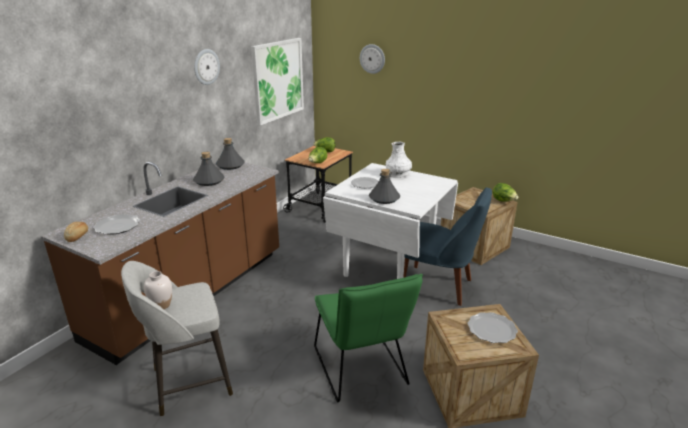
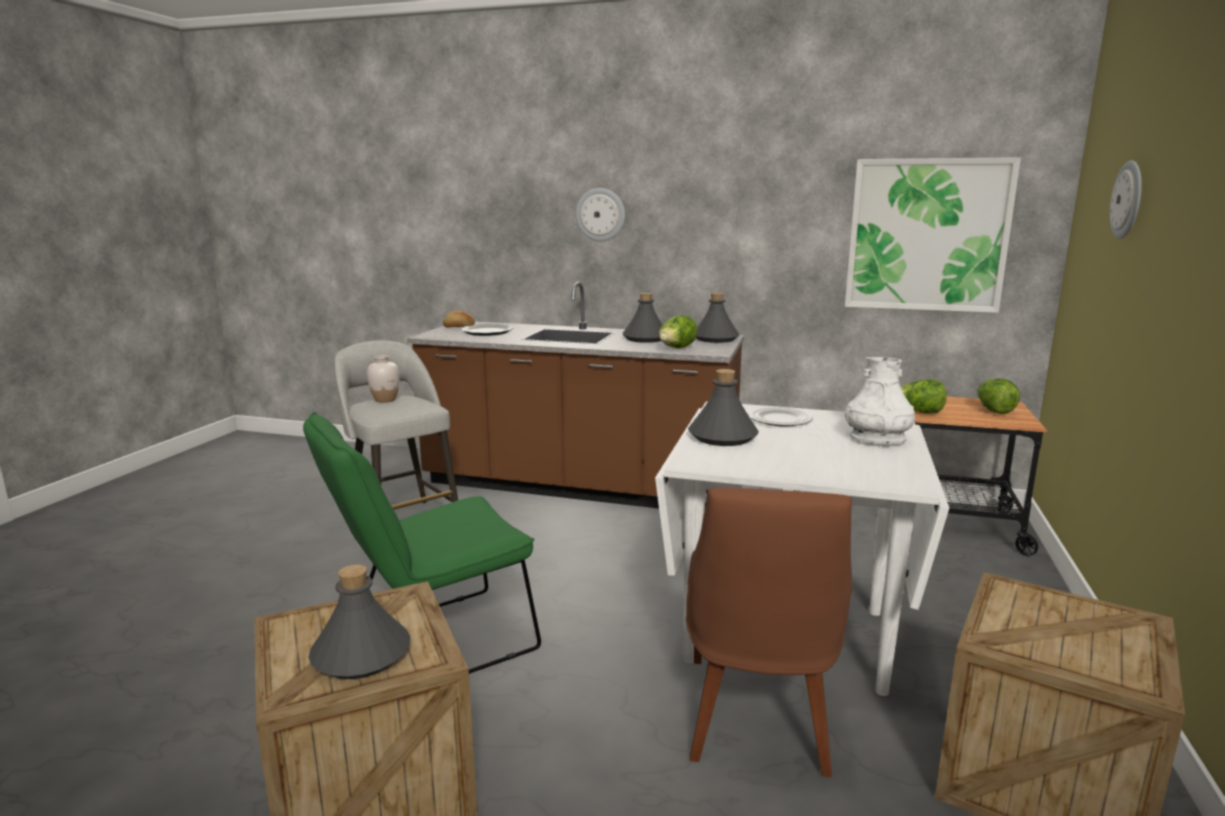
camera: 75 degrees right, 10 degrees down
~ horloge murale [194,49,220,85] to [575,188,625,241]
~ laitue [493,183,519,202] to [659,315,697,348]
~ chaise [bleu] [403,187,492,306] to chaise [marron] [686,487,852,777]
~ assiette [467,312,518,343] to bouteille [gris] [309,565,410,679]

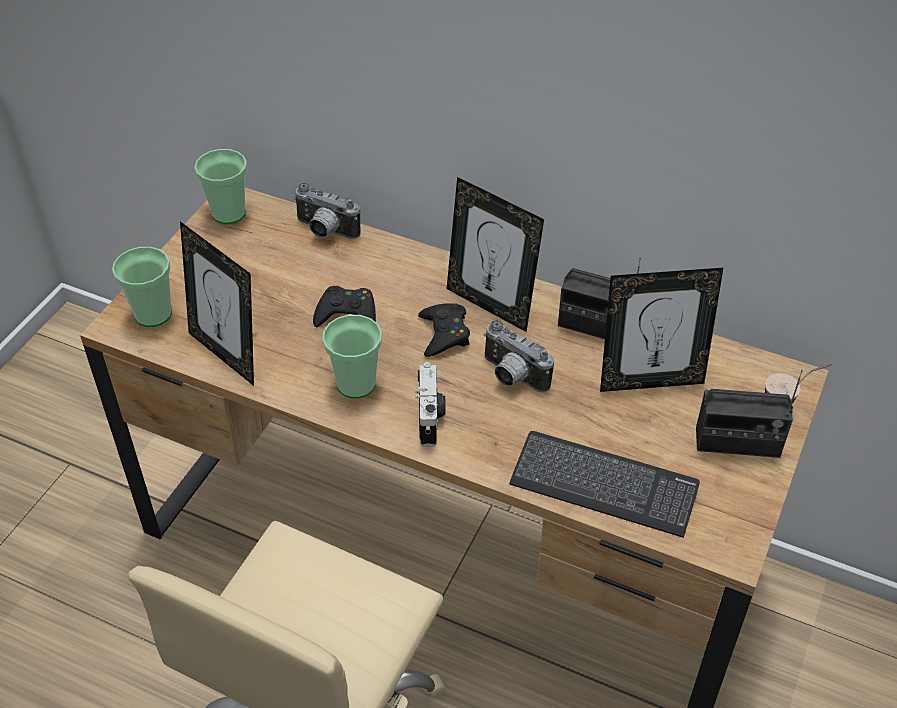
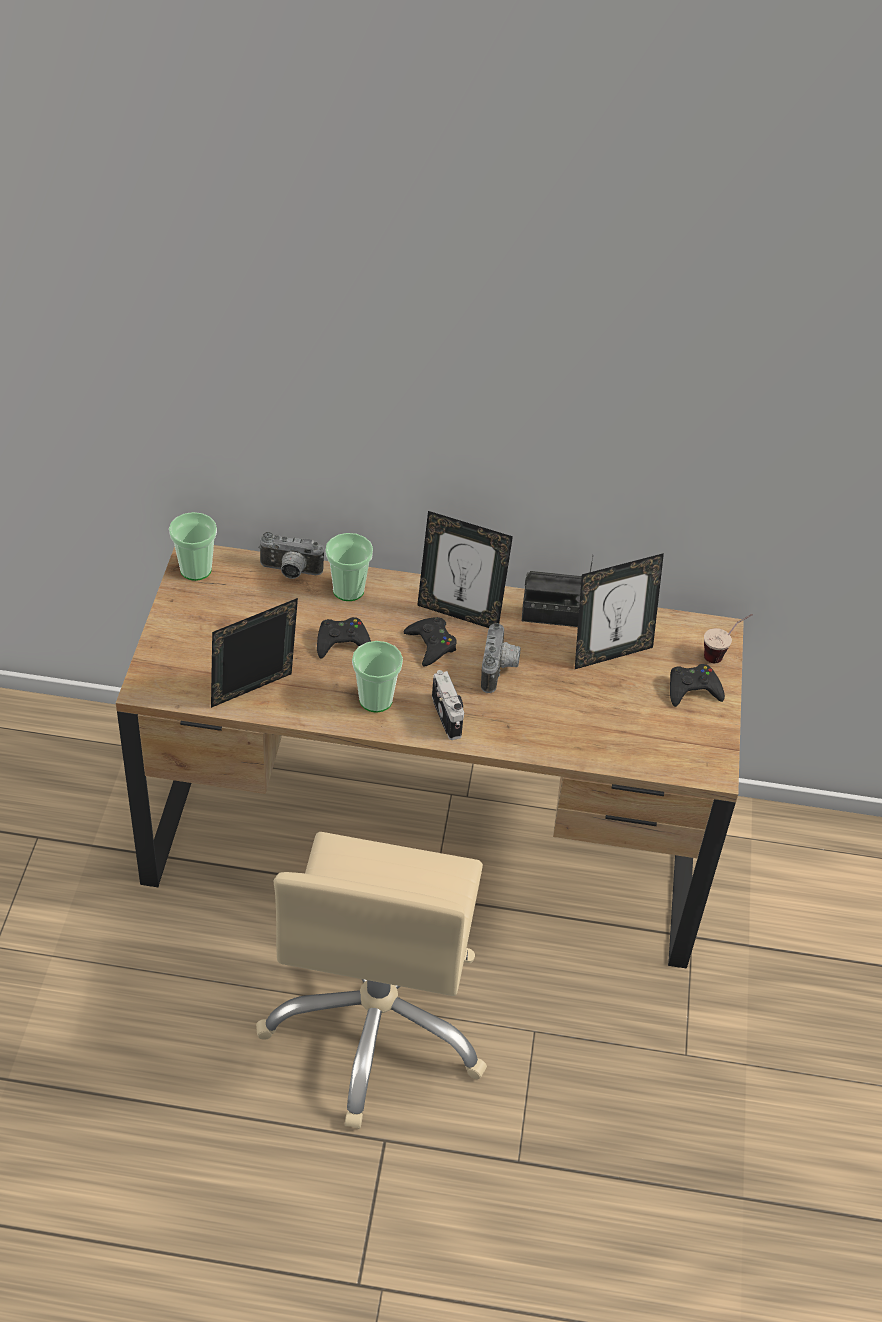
camera: 20 degrees left, 0 degrees up
~ cadre photo [180,221,254,386] = [211,598,298,708] 120 degrees clockwise
~ tasse [112,247,172,327] to [325,533,373,601]
~ appareil photo [483,320,554,393] = [481,623,521,693] 105 degrees counterclockwise
~ radio [696,370,803,458] to manette [noir] [670,664,725,707]
- clavier [509,431,700,538]

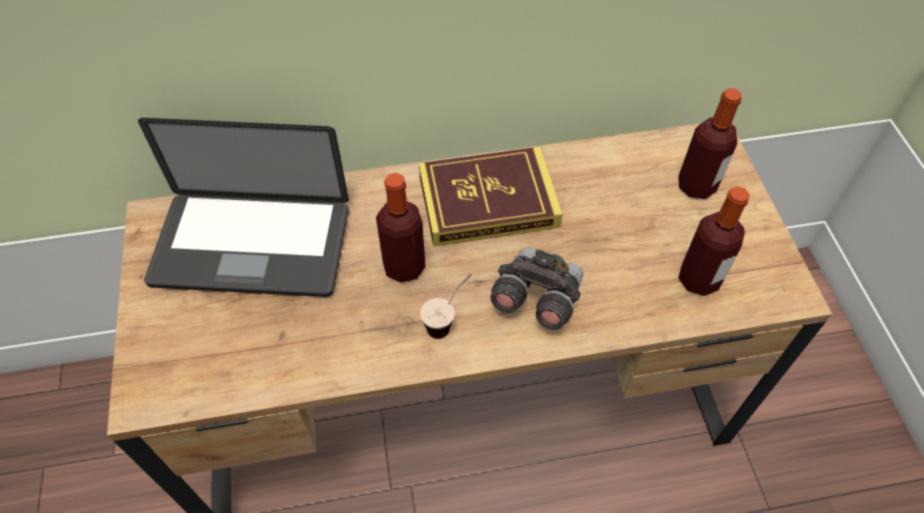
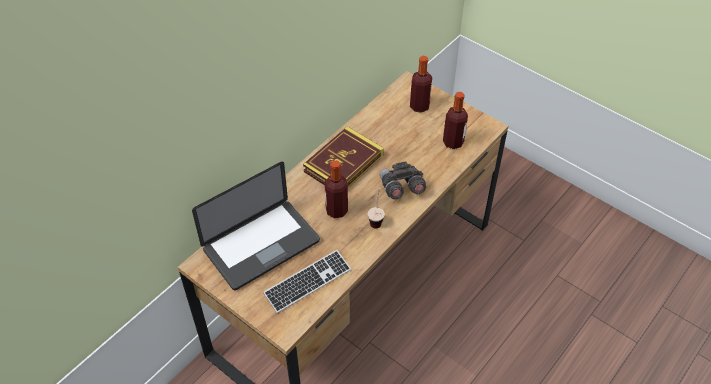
camera: 40 degrees left, 5 degrees down
+ clavier [263,250,351,313]

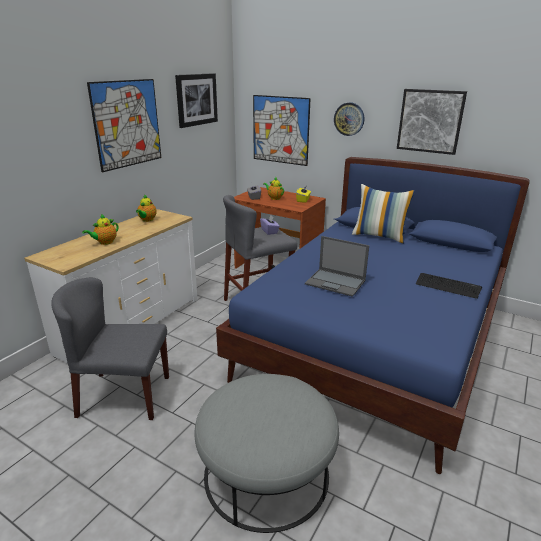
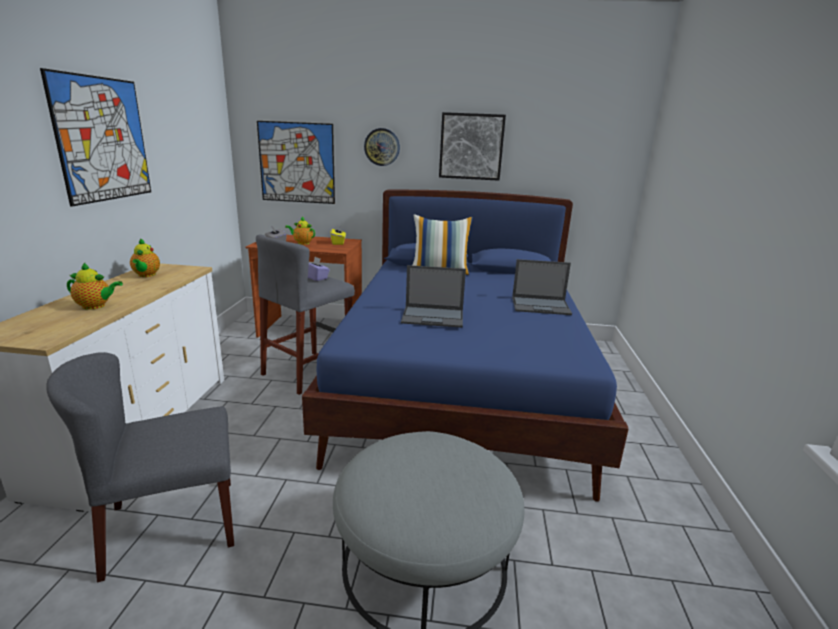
camera: 25 degrees left, 5 degrees down
- tableau [175,73,218,128]
~ théière [82,214,118,245] = [67,263,123,310] 105 degrees counterclockwise
~ clavier [416,273,482,299] to ordinateur portable [512,259,572,315]

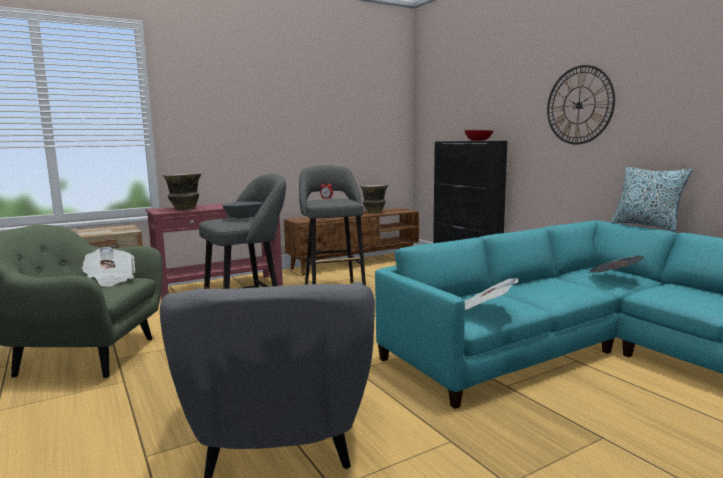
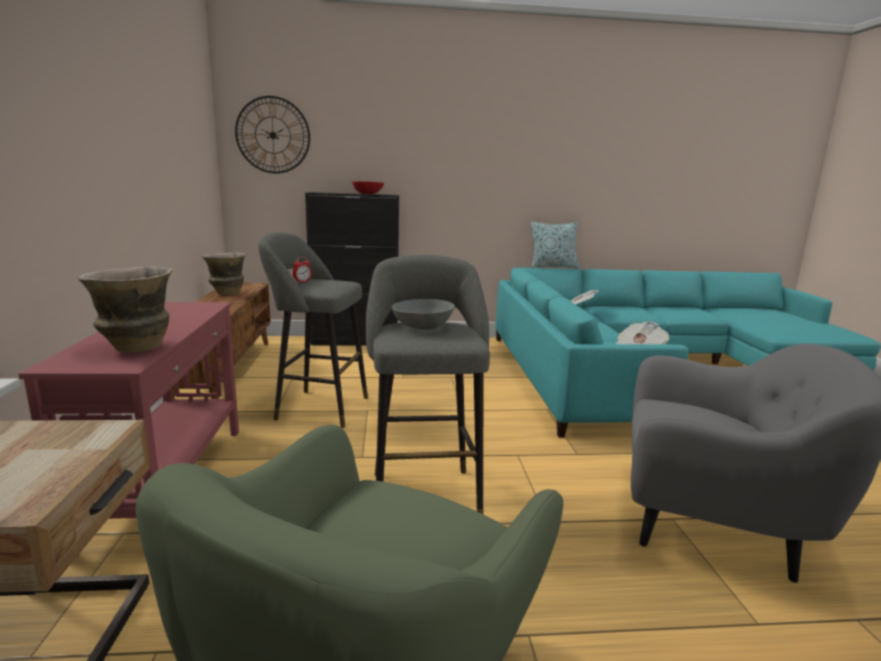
camera: 65 degrees left, 5 degrees up
~ horloge murale [547,65,615,145] to [235,96,310,173]
- journal [81,247,135,287]

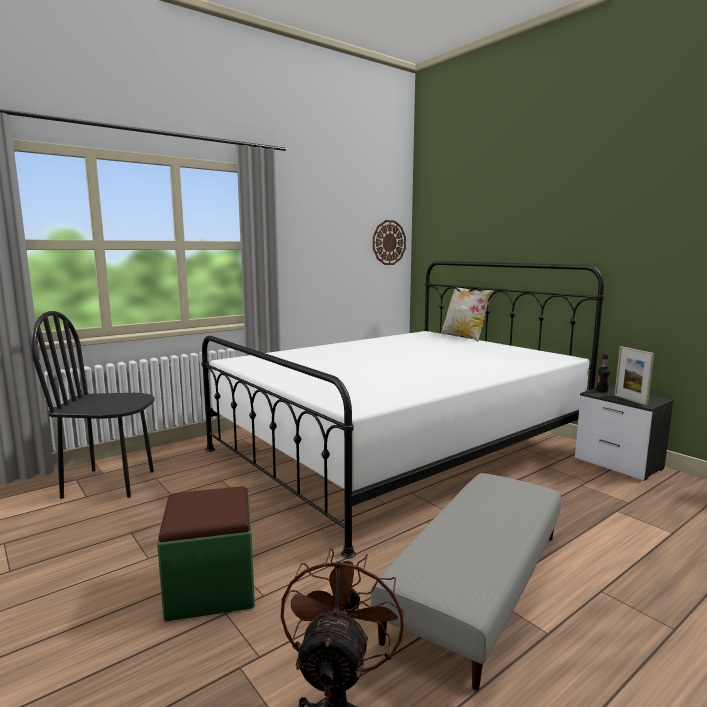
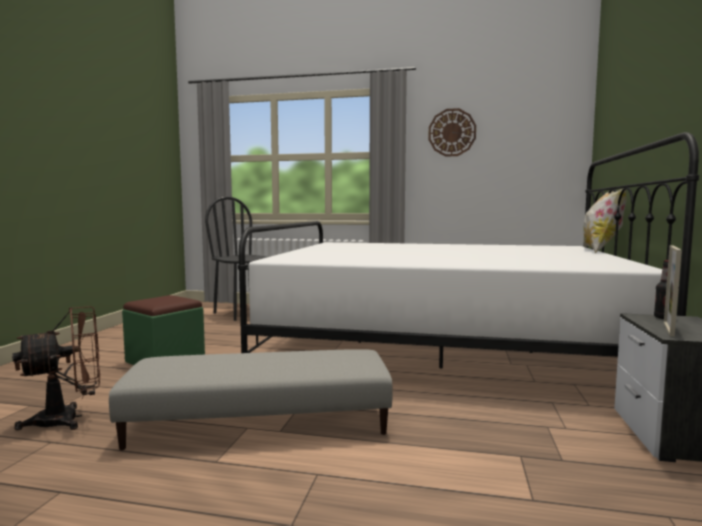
camera: 50 degrees right, 5 degrees down
~ horloge murale [373,220,406,265] to [428,108,476,157]

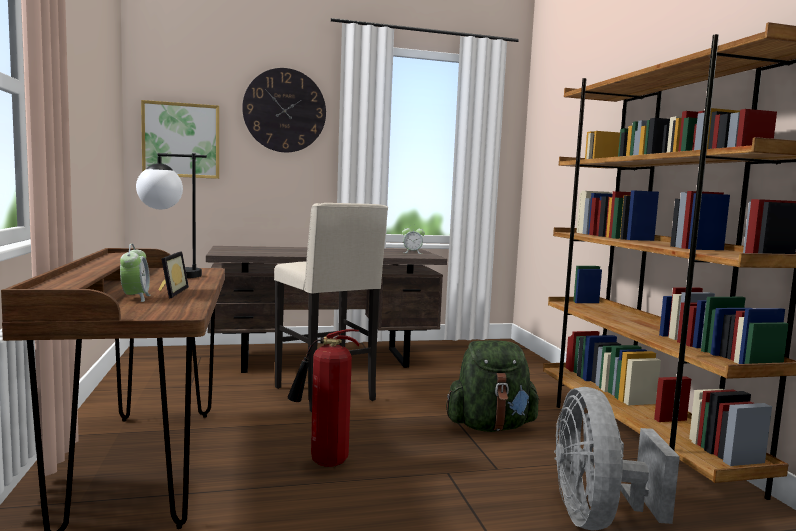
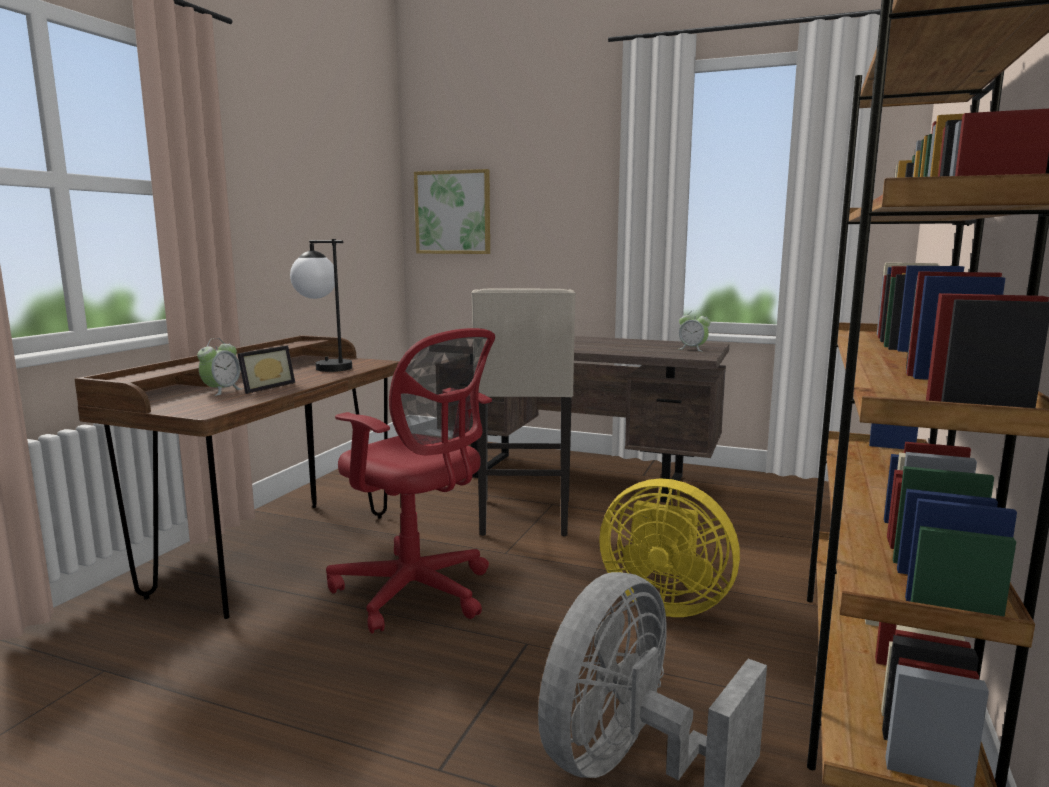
camera: 35 degrees right, 5 degrees up
- horloge murale [242,68,326,152]
~ extincteur [288,329,360,467] to chaise de bureau [rouge] [326,328,495,634]
~ sac à dos [vert] [446,340,540,432] to ventilateur [jaune] [599,478,740,617]

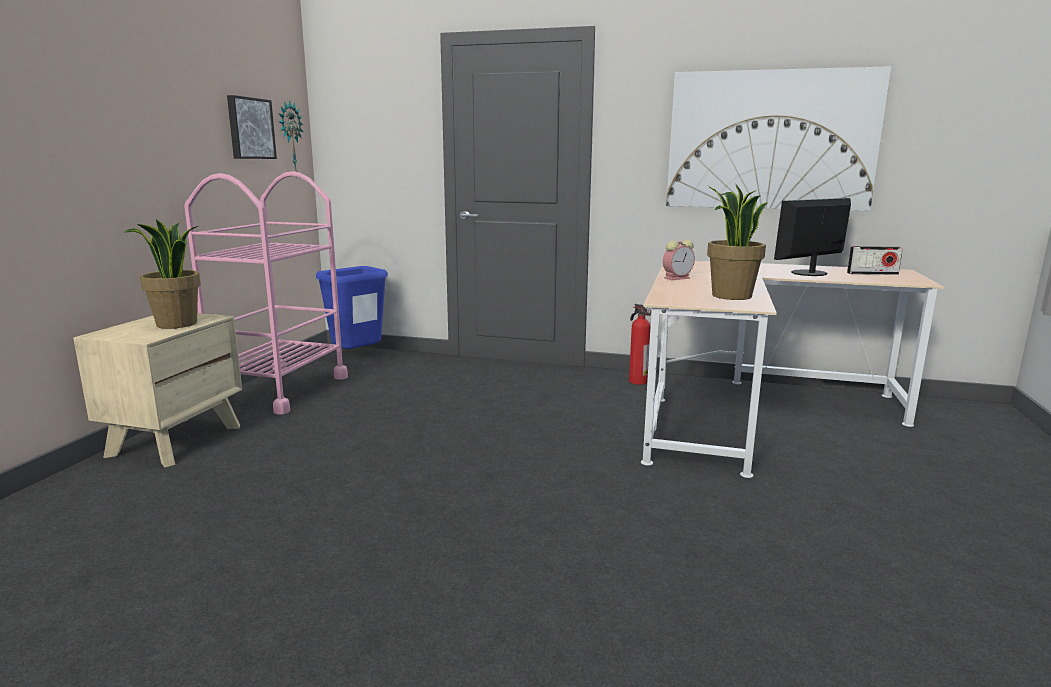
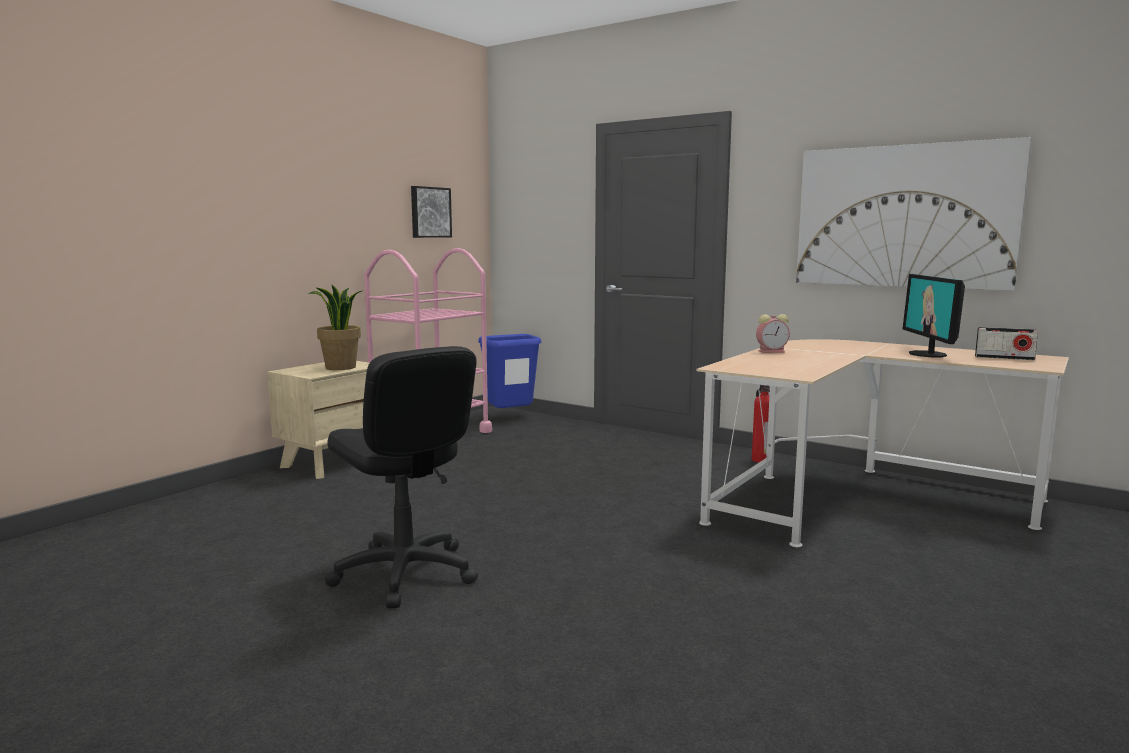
camera: 20 degrees right, 5 degrees down
- horloge murale [279,100,303,172]
- plante en pot [707,184,768,300]
~ écran d'ordinateur [774,198,851,276] = [903,274,965,357] 75 degrees counterclockwise
+ chaise de bureau [noir] [325,346,478,608]

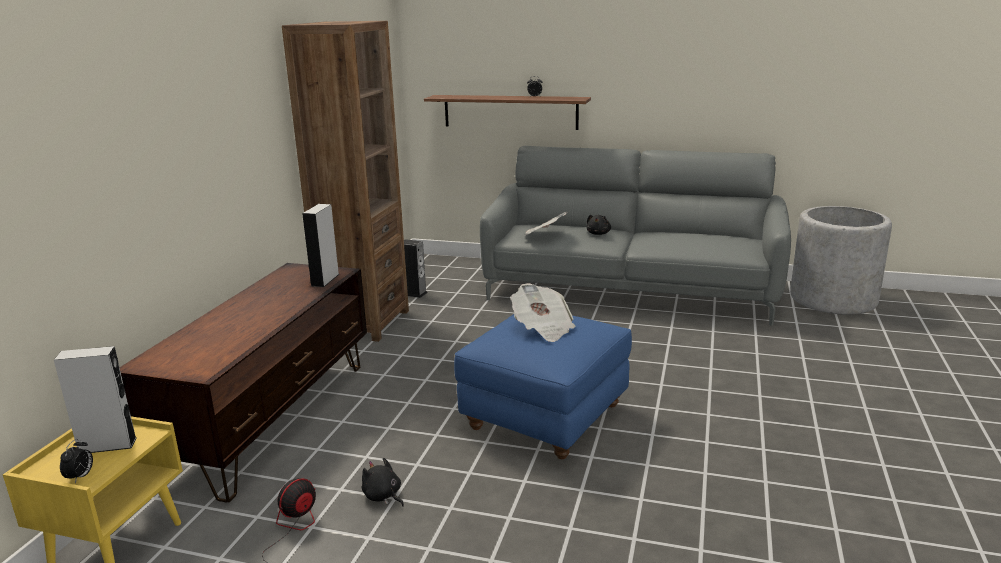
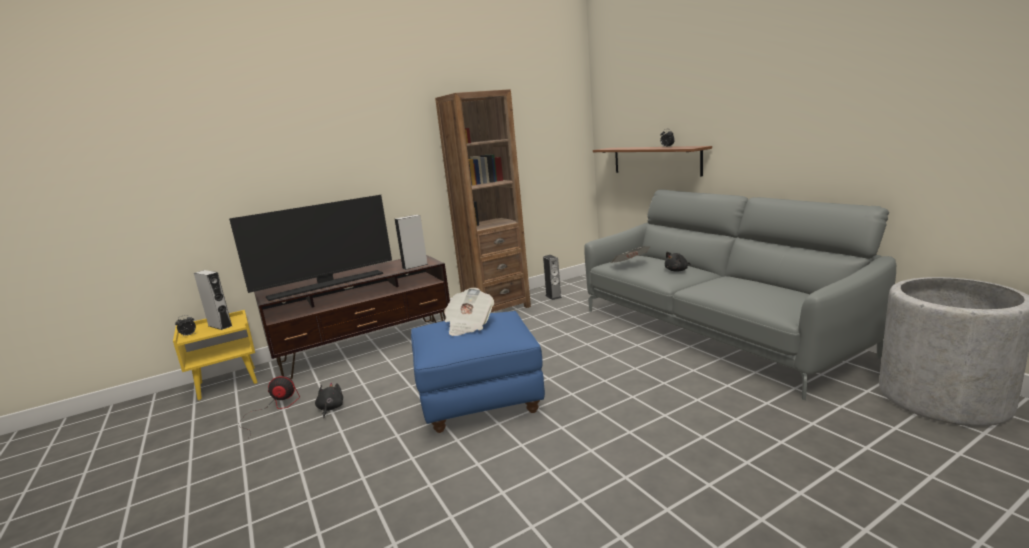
camera: 45 degrees right, 5 degrees down
+ téléviseur [229,195,392,301]

